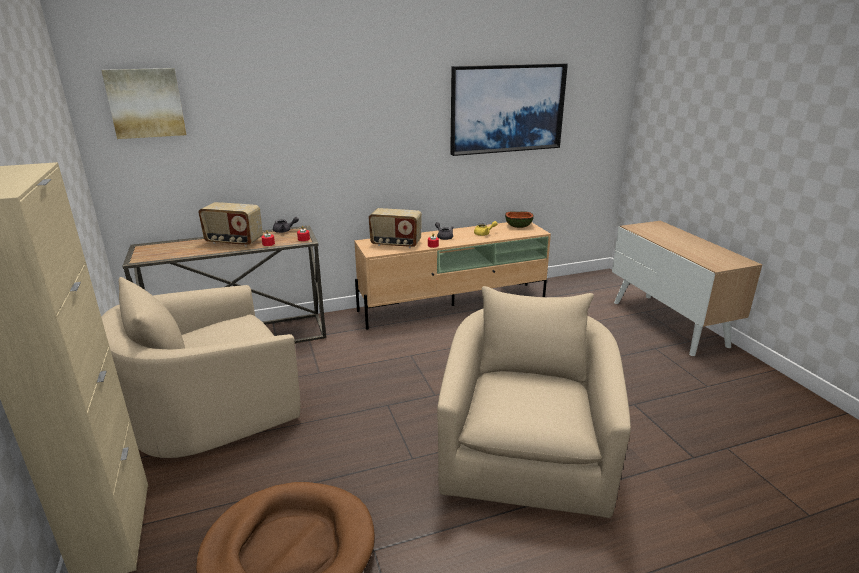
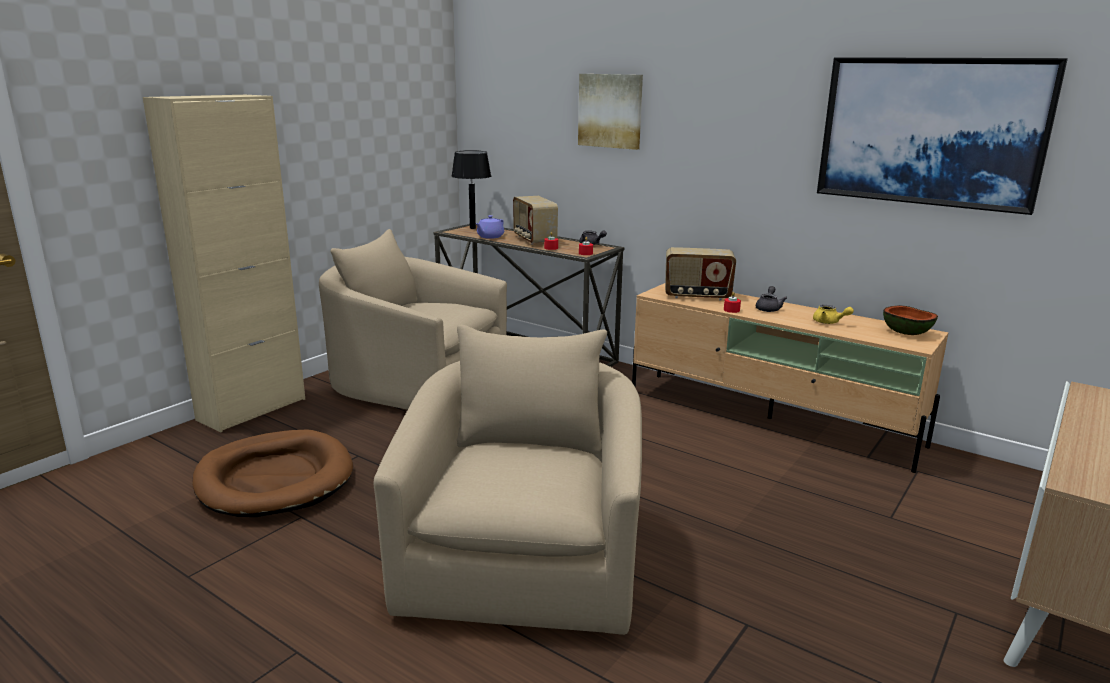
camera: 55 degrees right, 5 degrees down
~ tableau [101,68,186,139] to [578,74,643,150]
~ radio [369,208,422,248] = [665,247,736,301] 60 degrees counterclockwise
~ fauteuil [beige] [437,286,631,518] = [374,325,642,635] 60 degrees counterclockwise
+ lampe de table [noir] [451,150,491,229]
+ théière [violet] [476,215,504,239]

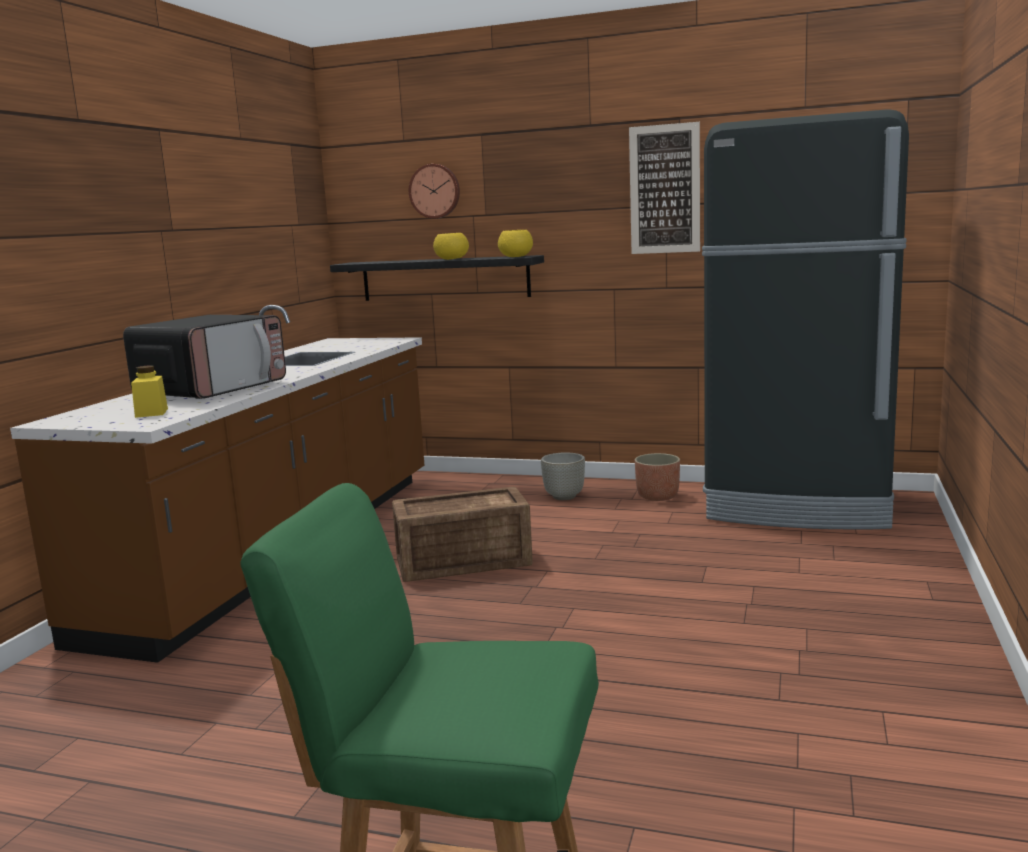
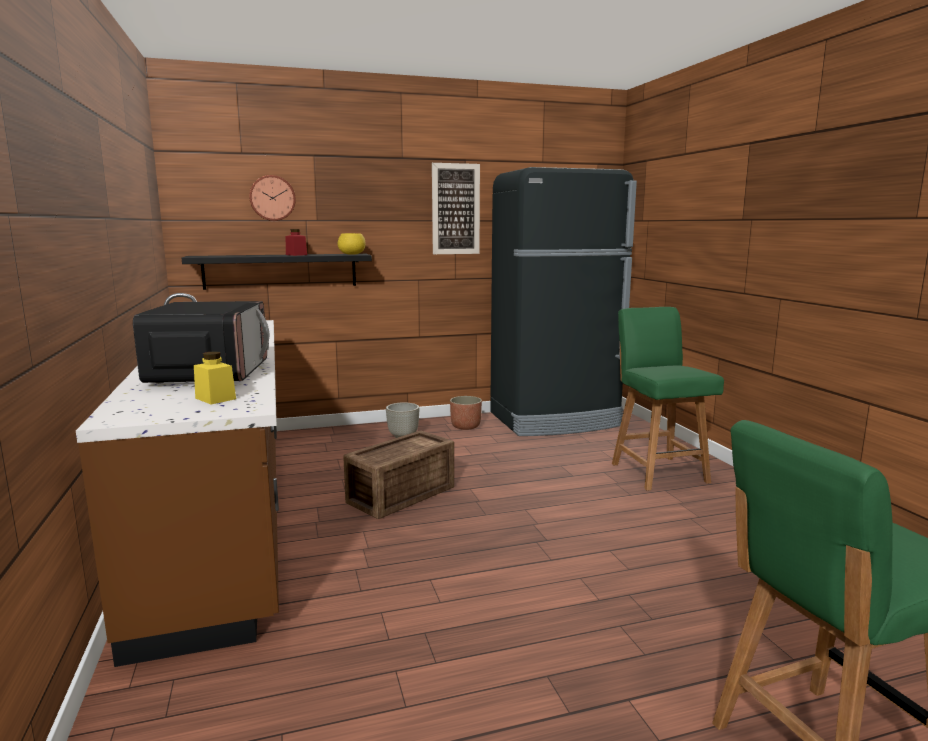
camera: 35 degrees left, 0 degrees up
~ bol [jaune] [433,233,469,260] to bocal [rouge] [286,229,307,256]
+ chaise [vert] [612,307,724,491]

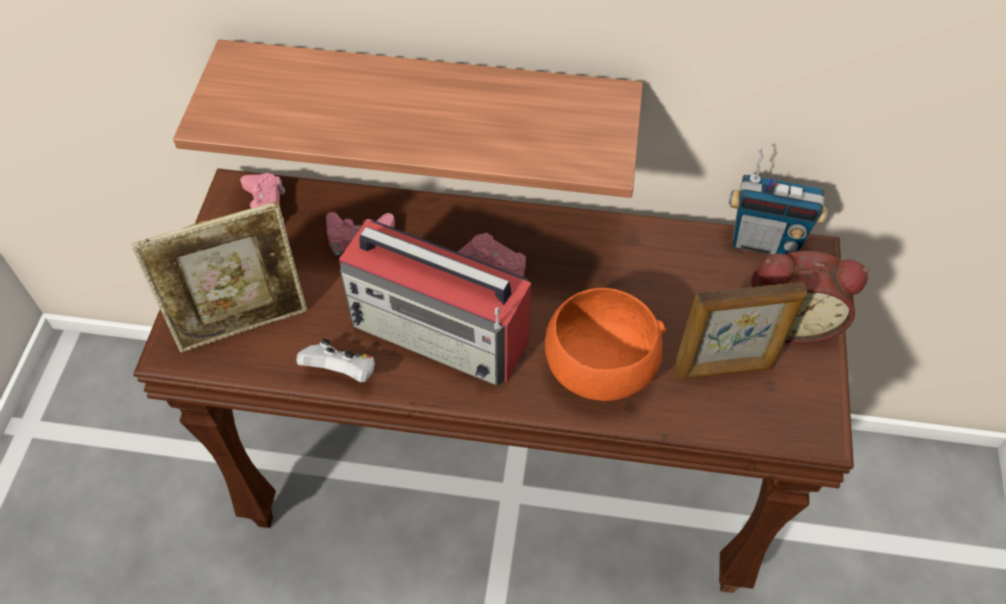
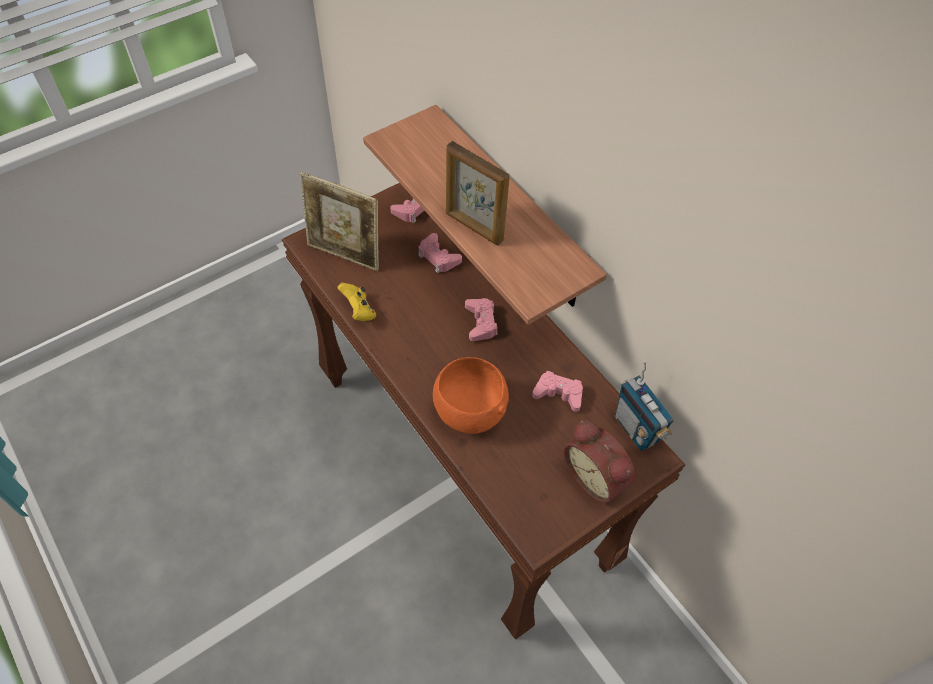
camera: 45 degrees right, 0 degrees up
- radio [339,220,531,386]
~ cadre photo [674,282,807,380] to [446,141,510,245]
~ manette [blanc] [296,339,375,382] to manette [jaune] [338,283,376,321]
+ manette [rose] [532,371,583,412]

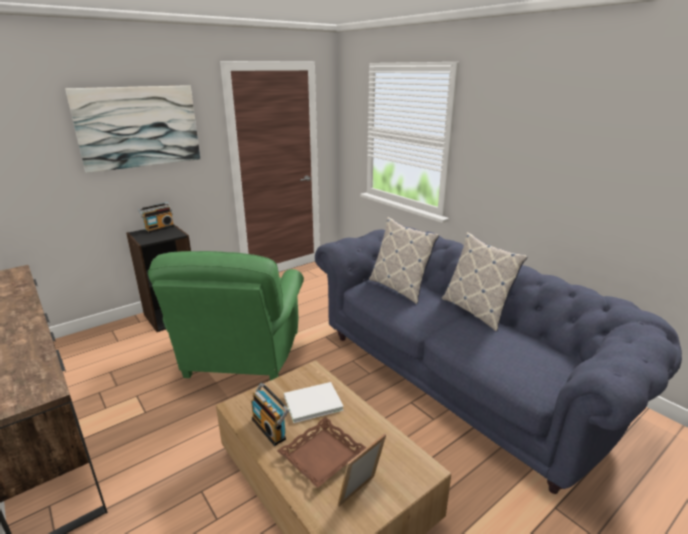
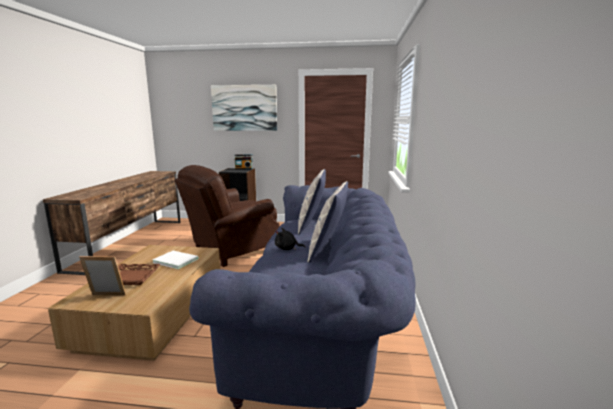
camera: 45 degrees right, 10 degrees down
~ fauteuil [vert] [148,251,304,381] to fauteuil [marron] [175,165,280,267]
- radio [251,383,289,446]
+ peluche [noir] [275,228,306,250]

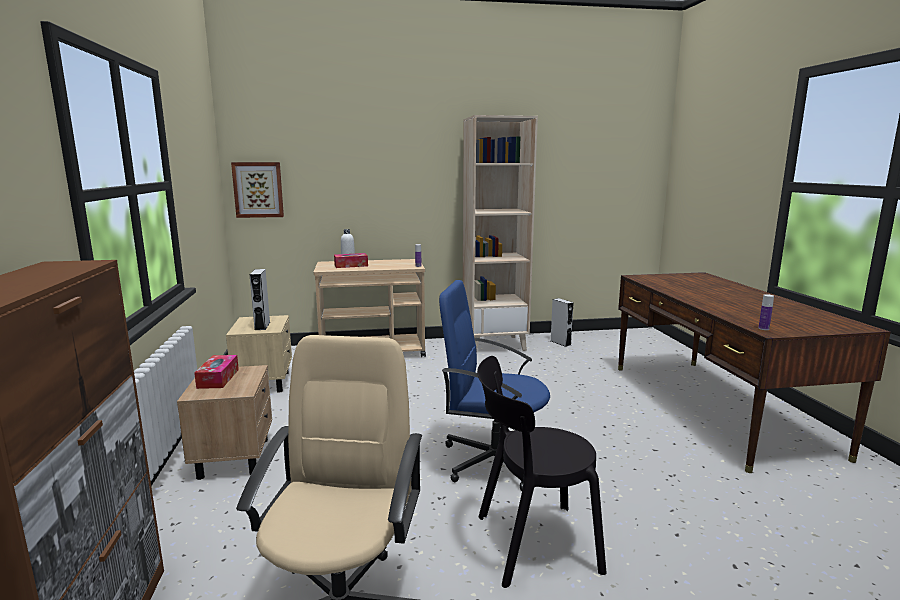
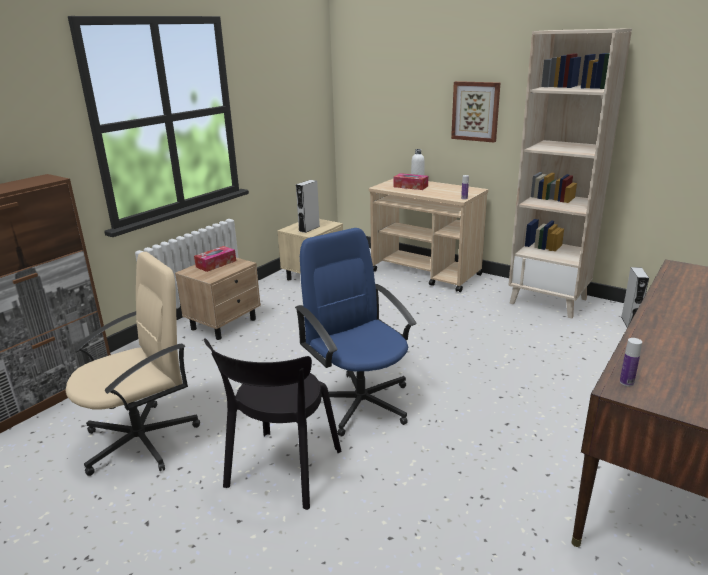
camera: 45 degrees right, 10 degrees up
~ tableau [231,162,284,218] to [451,81,500,142]
~ chaise [noir] [477,356,606,588] = [204,338,341,510] 105 degrees counterclockwise

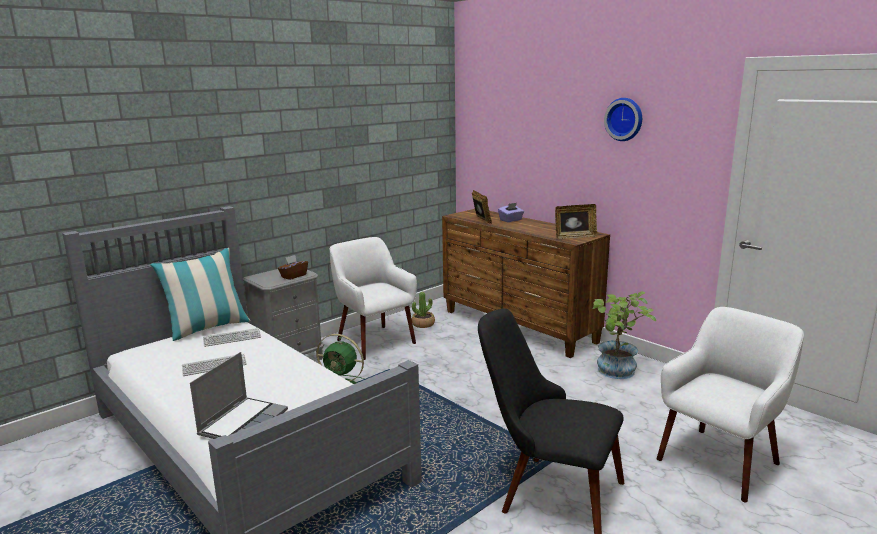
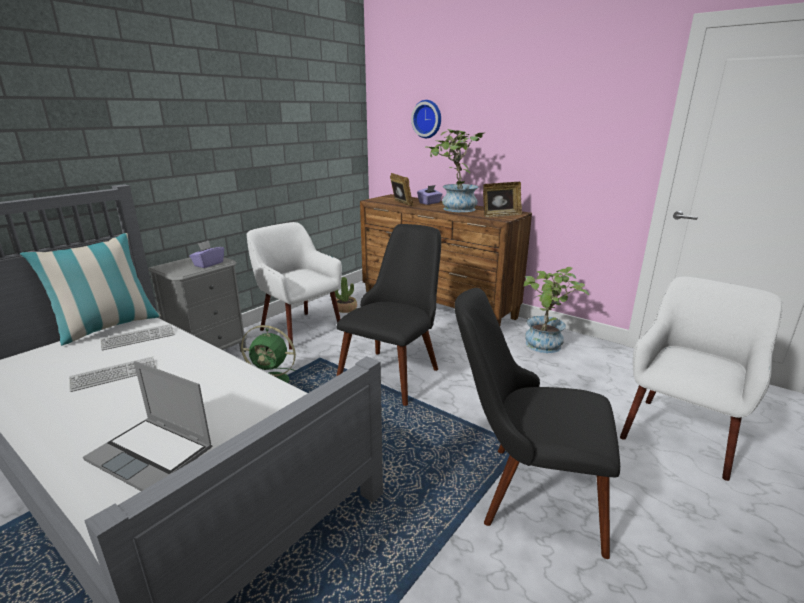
camera: 10 degrees left, 5 degrees up
~ horloge murale [604,98,642,141] to [411,100,441,138]
~ boîte à mouchoirs [marron] [278,255,308,280] to boîte à mouchoirs [violet] [189,240,224,268]
~ ordinateur portable [190,352,288,439] = [83,361,212,491] 105 degrees clockwise
+ plante en pot [425,129,486,212]
+ chaise [noir] [337,224,441,406]

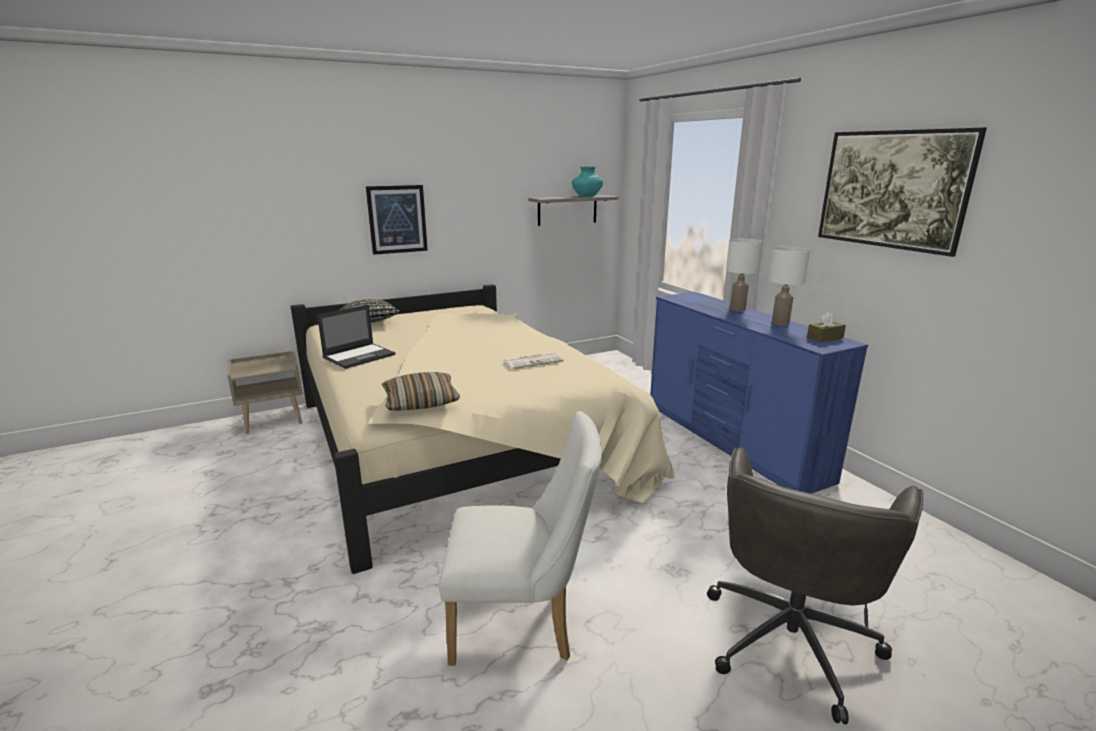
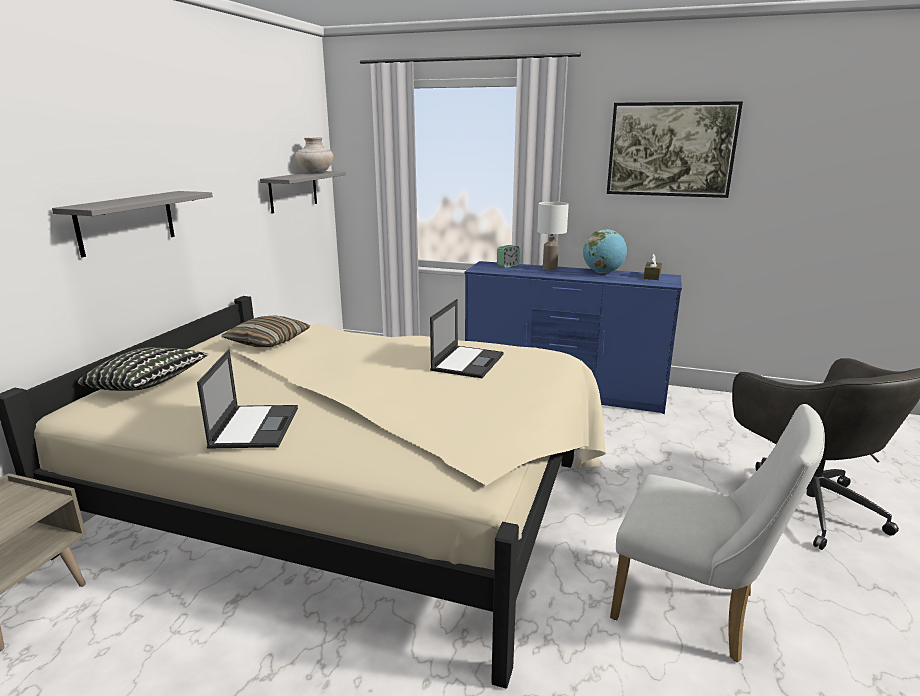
camera: 45 degrees left, 0 degrees up
~ vase [turquoise] [572,166,603,197] to vase [beige] [295,137,334,174]
~ tableau [366,185,428,255] to étagère [gris] [52,191,213,257]
~ lampe de table [blanc] [769,246,810,326] to globe [583,229,627,273]
~ journal [503,352,564,369] to ordinateur portable [430,299,504,378]
~ coussin [382,372,460,411] to [221,315,310,347]
~ chaise [blanc] [439,411,602,666] = [610,404,825,662] 75 degrees clockwise
+ réveil [497,245,519,268]

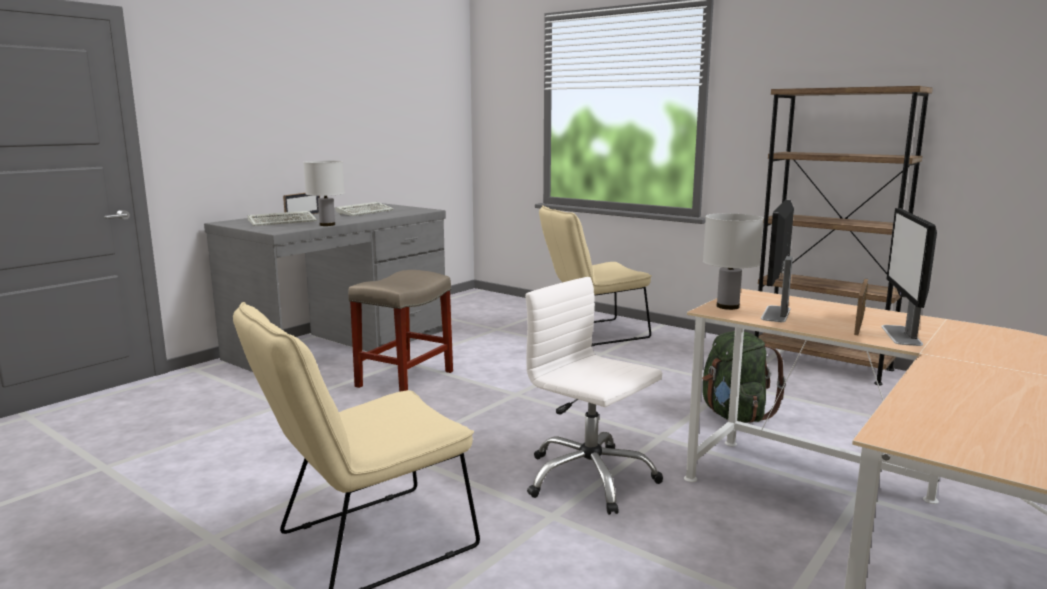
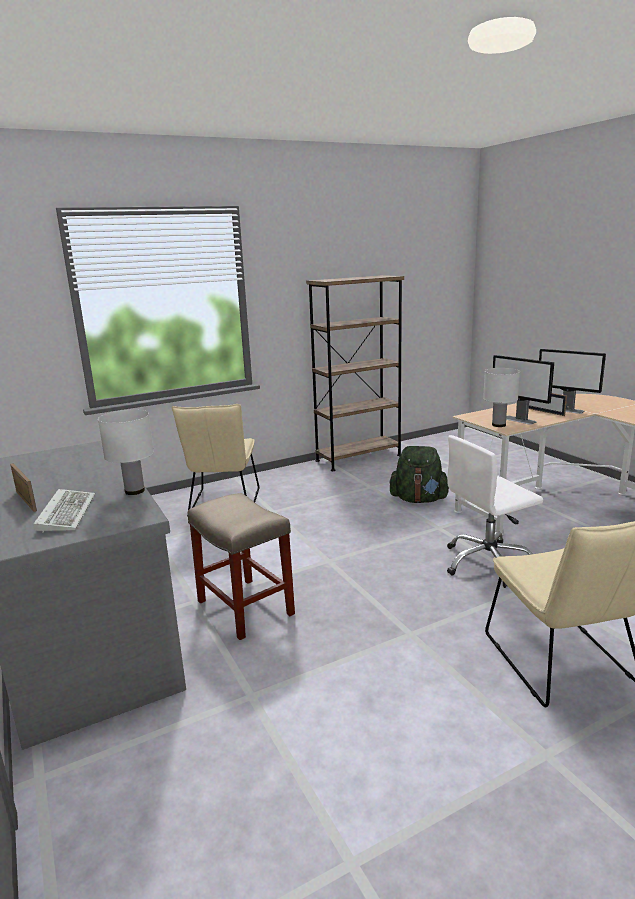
camera: 65 degrees left, 5 degrees up
- clavier [335,202,394,216]

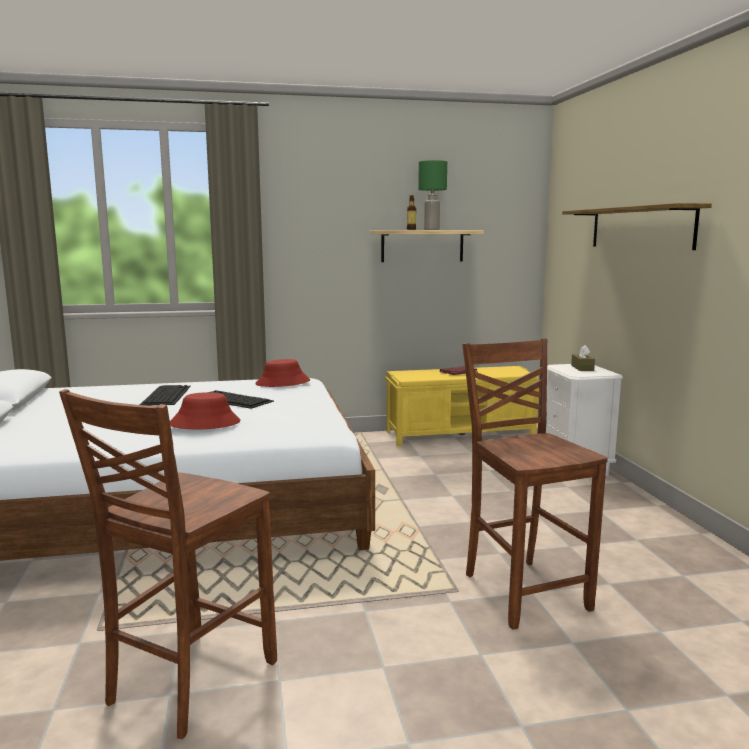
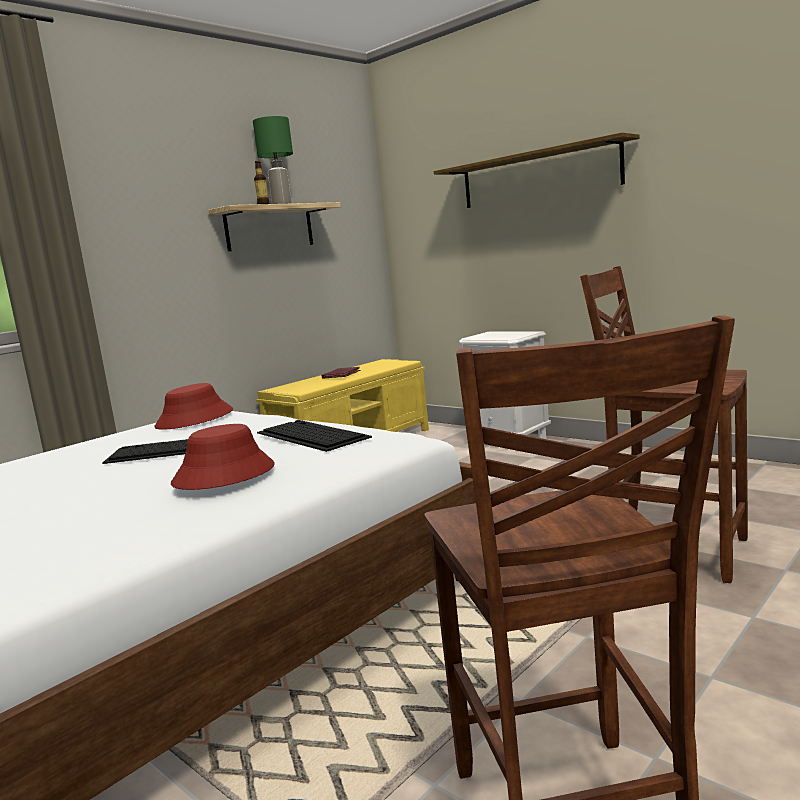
camera: 35 degrees left, 0 degrees up
- boîte à mouchoirs [marron] [571,345,595,371]
~ clavier [140,385,191,405] to [257,420,372,452]

